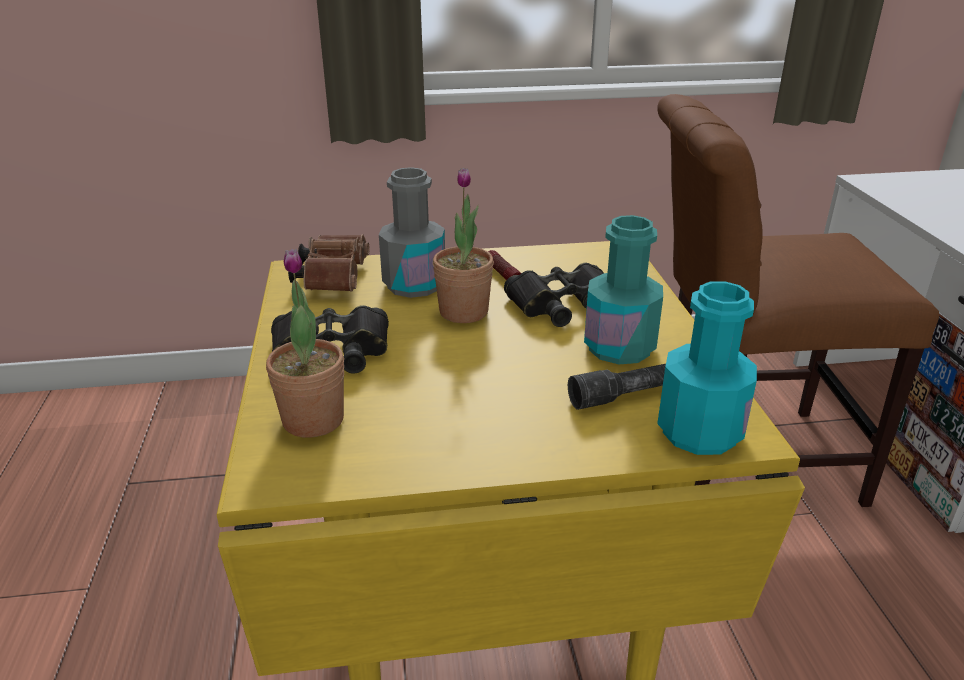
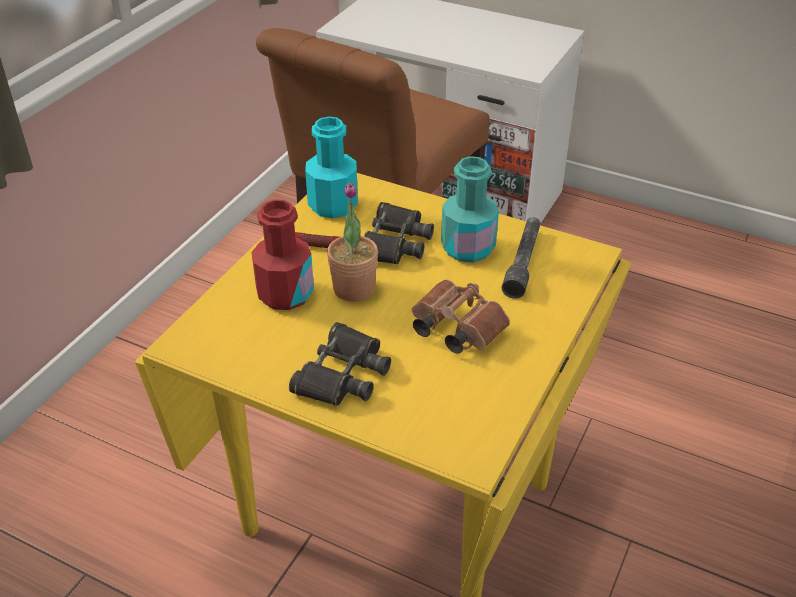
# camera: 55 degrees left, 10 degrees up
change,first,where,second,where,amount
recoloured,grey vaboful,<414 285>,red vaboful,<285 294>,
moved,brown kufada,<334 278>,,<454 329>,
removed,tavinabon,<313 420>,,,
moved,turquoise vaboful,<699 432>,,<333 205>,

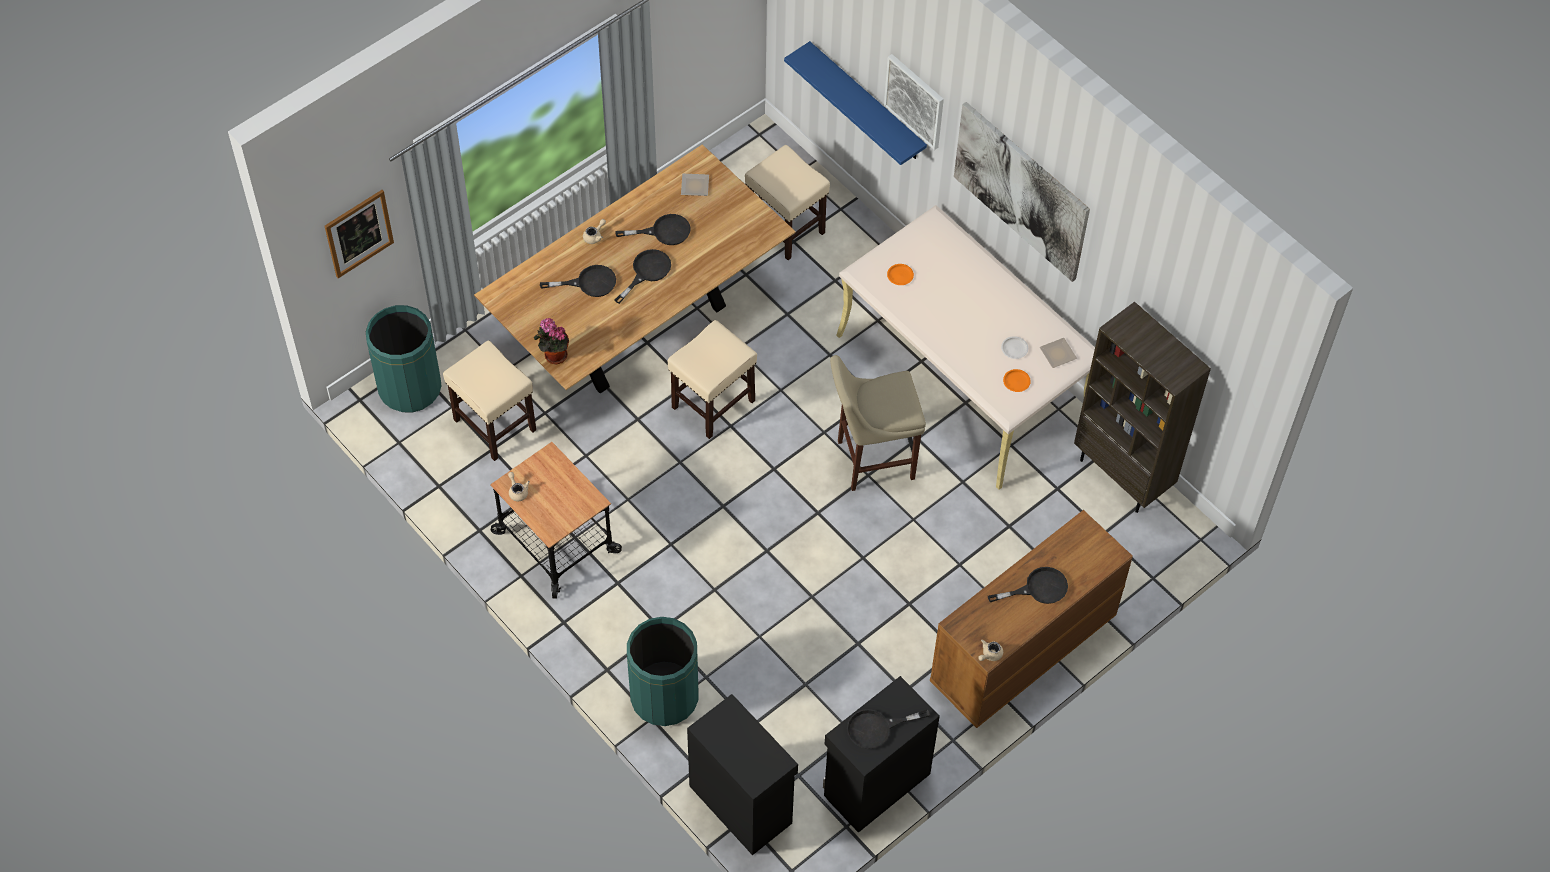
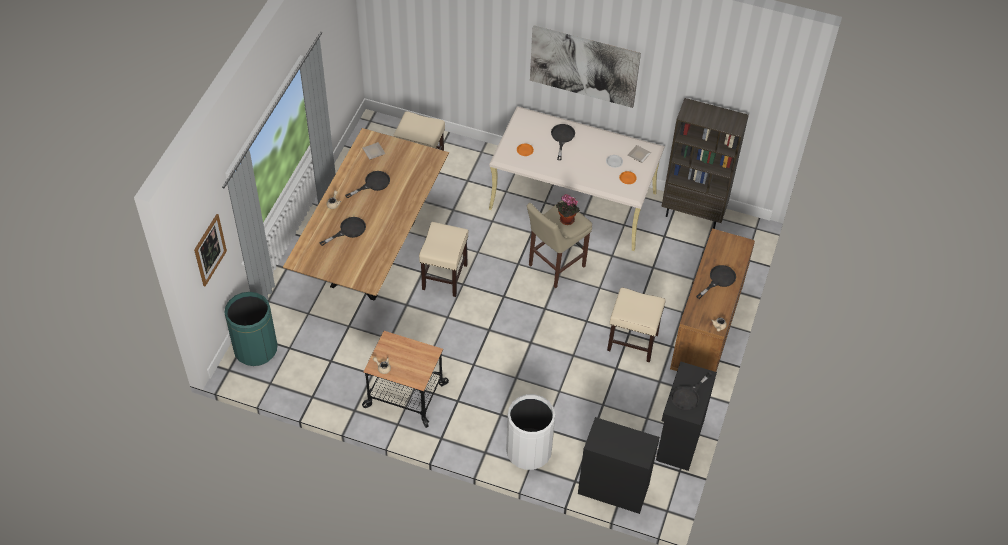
# camera: 30 degrees left, 5 degrees down
change,first,where,second,where,amount
removed,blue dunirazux,<866 103>,,,
removed,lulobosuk,<915 100>,,,
moved,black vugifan,<647 272>,,<562 138>,
moved,tavinabon,<553 355>,,<565 220>,
moved,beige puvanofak,<494 424>,,<632 342>,
recoloured,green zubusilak,<664 697>,white zubusilak,<528 451>,

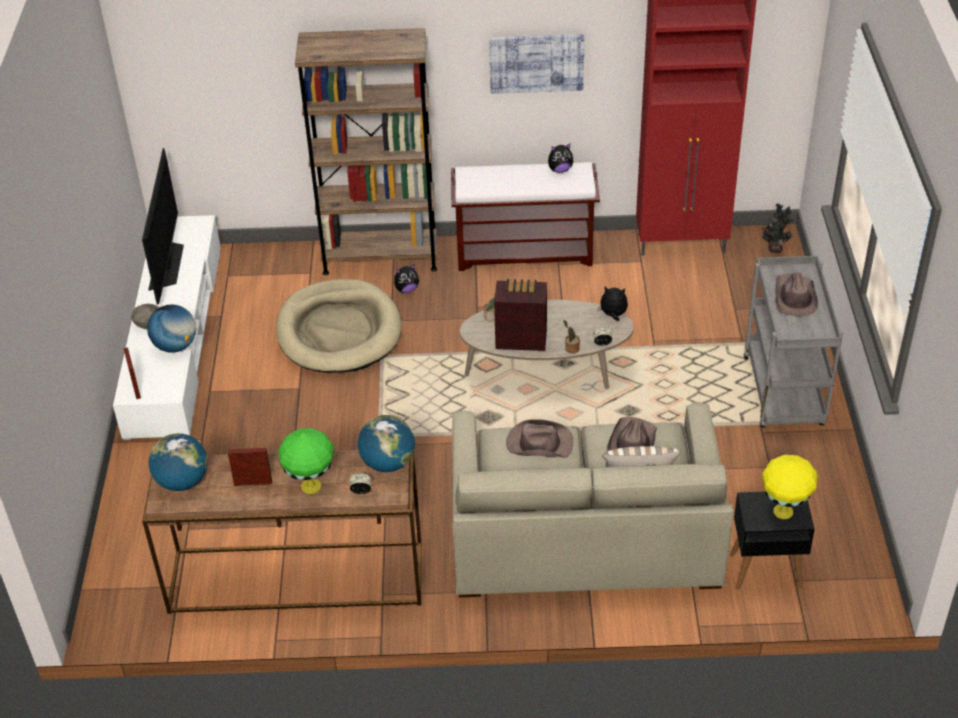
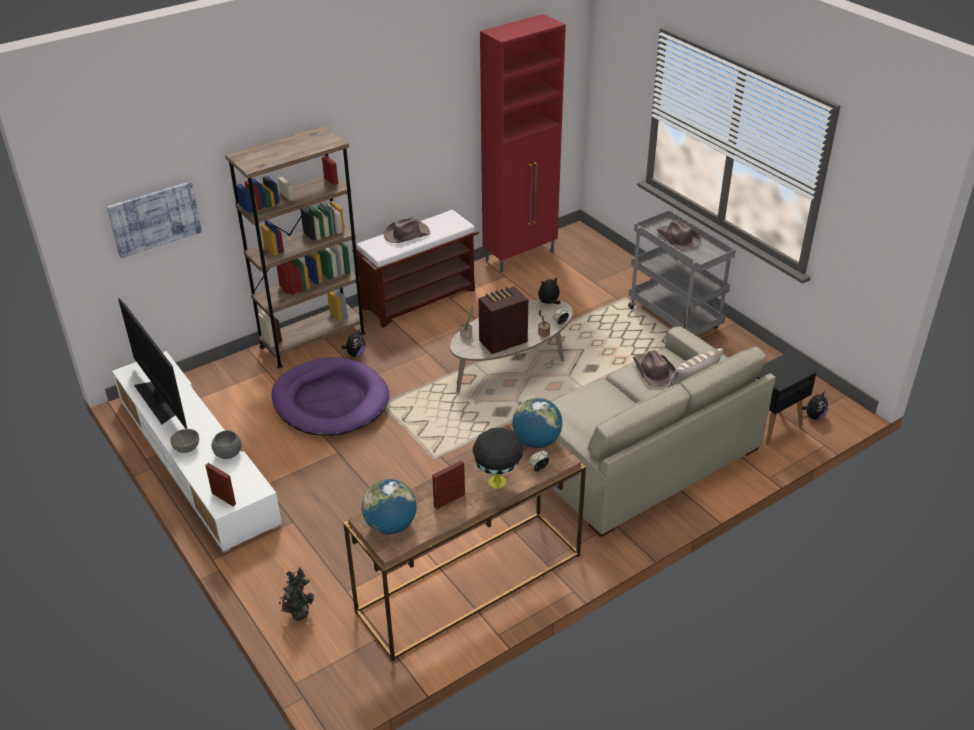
# camera: 35 degrees left, 5 degrees down
change,first,where,second,where,amount
moved,lulobosuk,<536 62>,,<155 218>,
moved,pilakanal,<560 170>,,<813 416>,
moved,tavinabon,<774 248>,,<299 613>,
recoloured,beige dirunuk,<339 331>,purple dirunuk,<330 401>,
replaced,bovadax,<175 346>,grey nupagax,<228 454>,
moved,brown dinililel,<539 443>,,<406 234>,
recoloured,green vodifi,<311 487>,black vodifi,<498 483>,
removed,yellow vodifi,<784 512>,,,

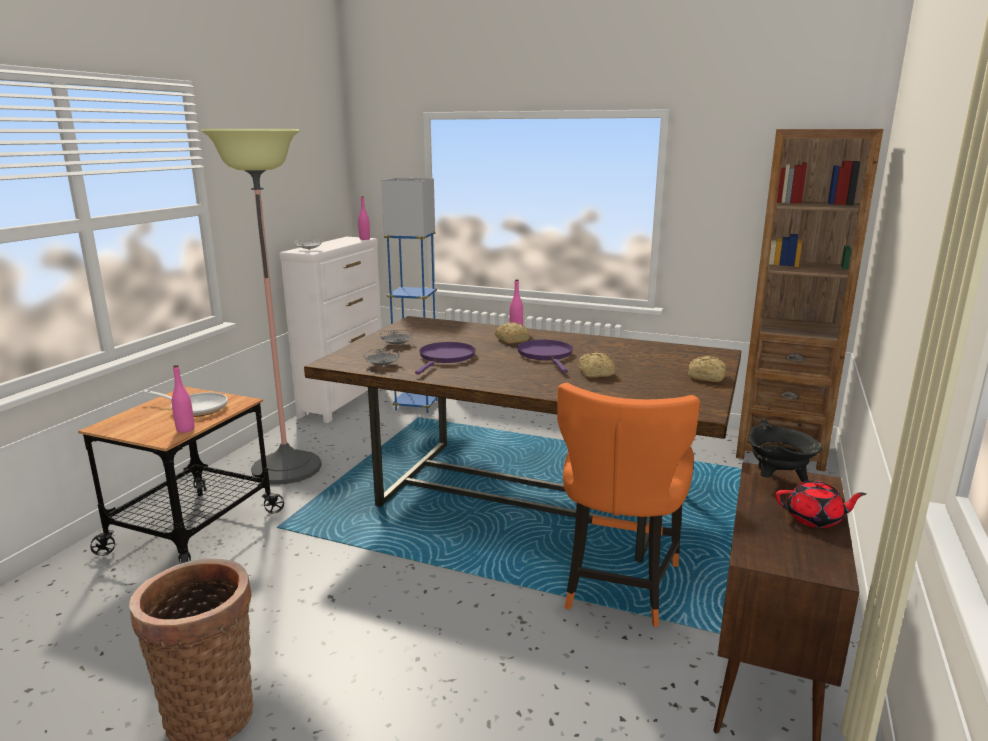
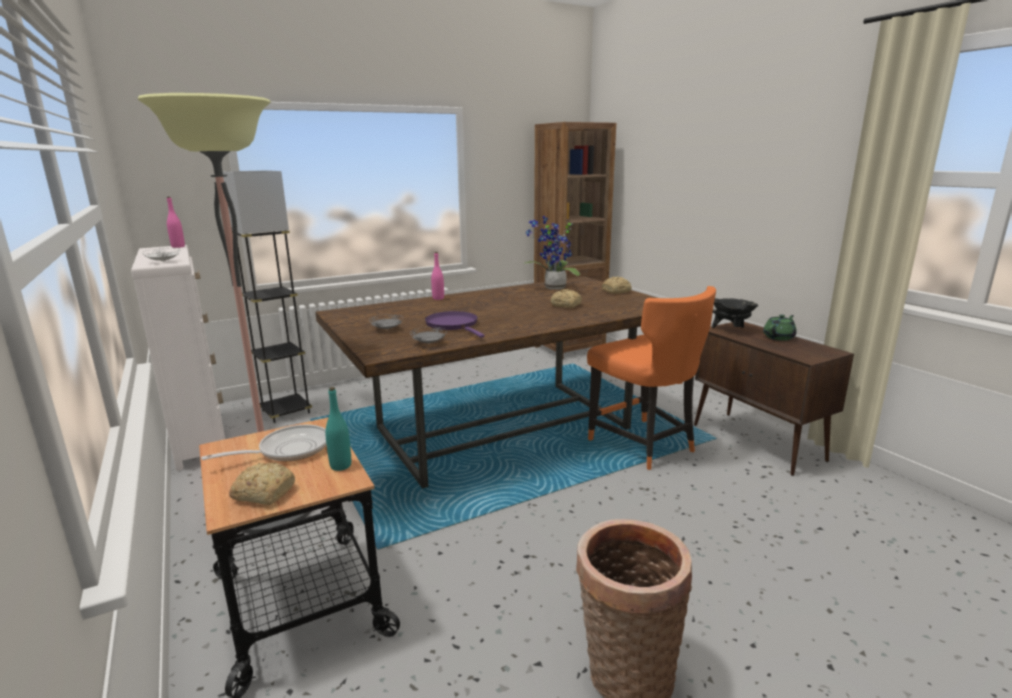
# camera: 50 degrees left, 0 degrees up
change,first,where,second,where,amount
recoloured,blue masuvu,<416 405>,grey masuvu,<286 412>,
moved,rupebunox,<512 340>,,<263 493>,
removed,purple vugifan,<546 355>,,,
recoloured,pink vaboful,<185 429>,turquoise vaboful,<340 466>,
recoloured,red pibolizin,<815 519>,green pibolizin,<779 337>,
added,,,tavinabon,<553 288>,

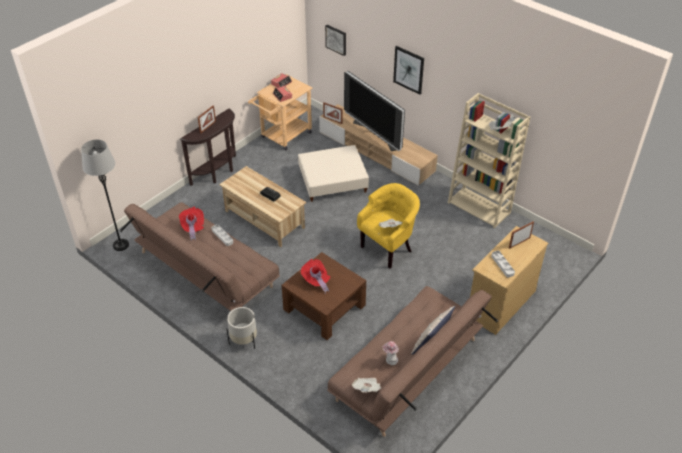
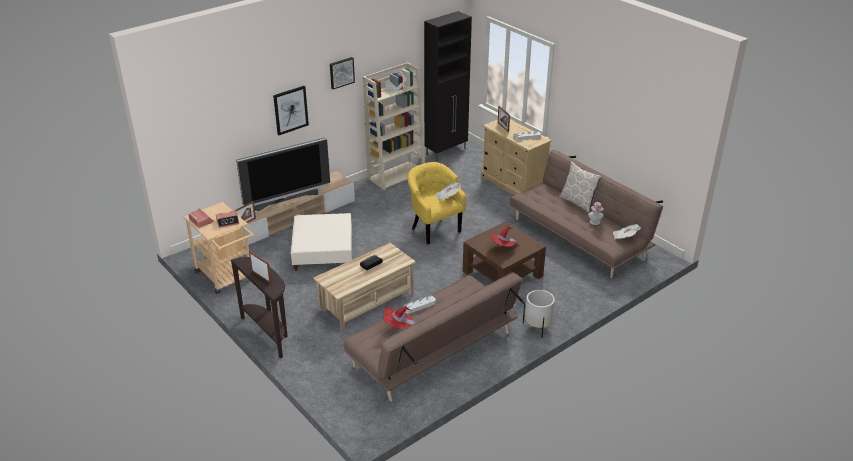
# camera: 80 degrees left, 10 degrees down
change,first,where,second,where,amount
moved,lulobosuk,<336 39>,,<341 72>,
removed,grey masuvu,<121 245>,,,
added,,,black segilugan,<446 151>,

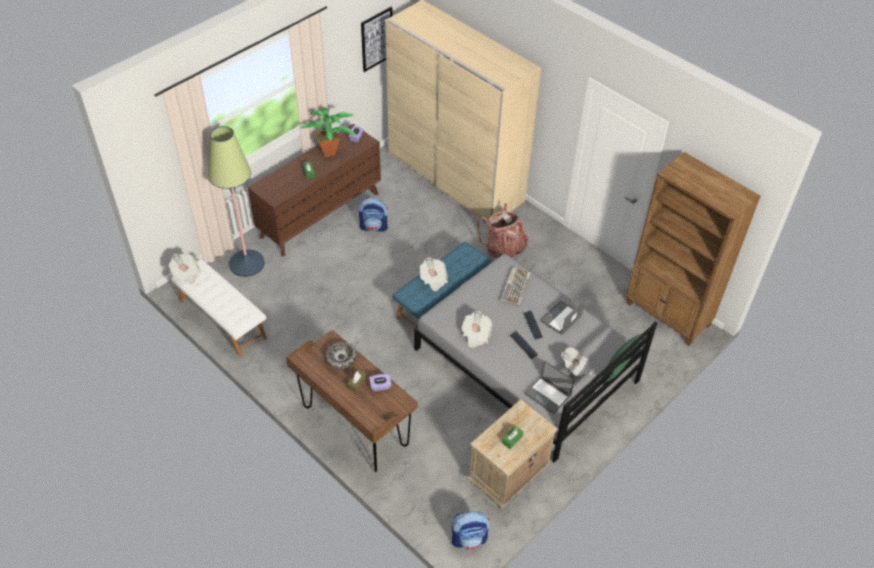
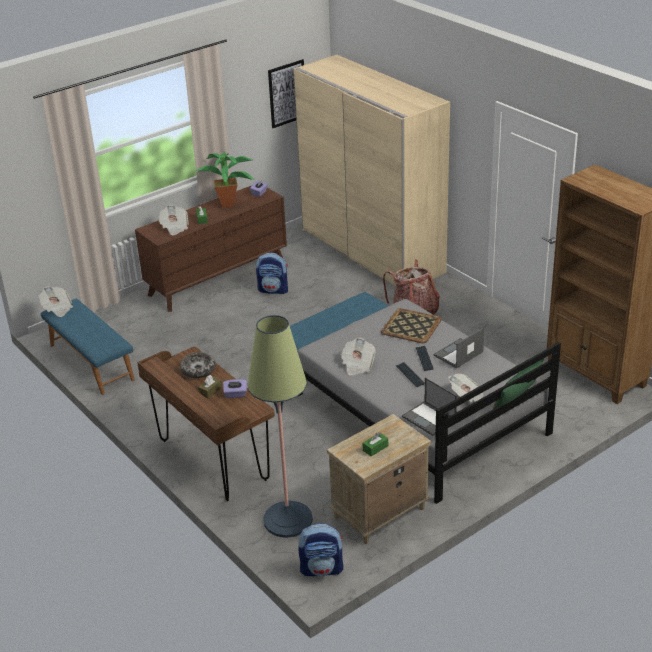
# camera: 10 degrees right, 15 degrees down
change,first,where,second,where,amount
moved,masuvu,<247 263>,,<288 520>,
moved,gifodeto,<433 279>,,<174 227>,
recoloured,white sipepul,<222 320>,blue sipepul,<91 362>,
replaced,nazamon,<515 287>,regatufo,<411 326>,

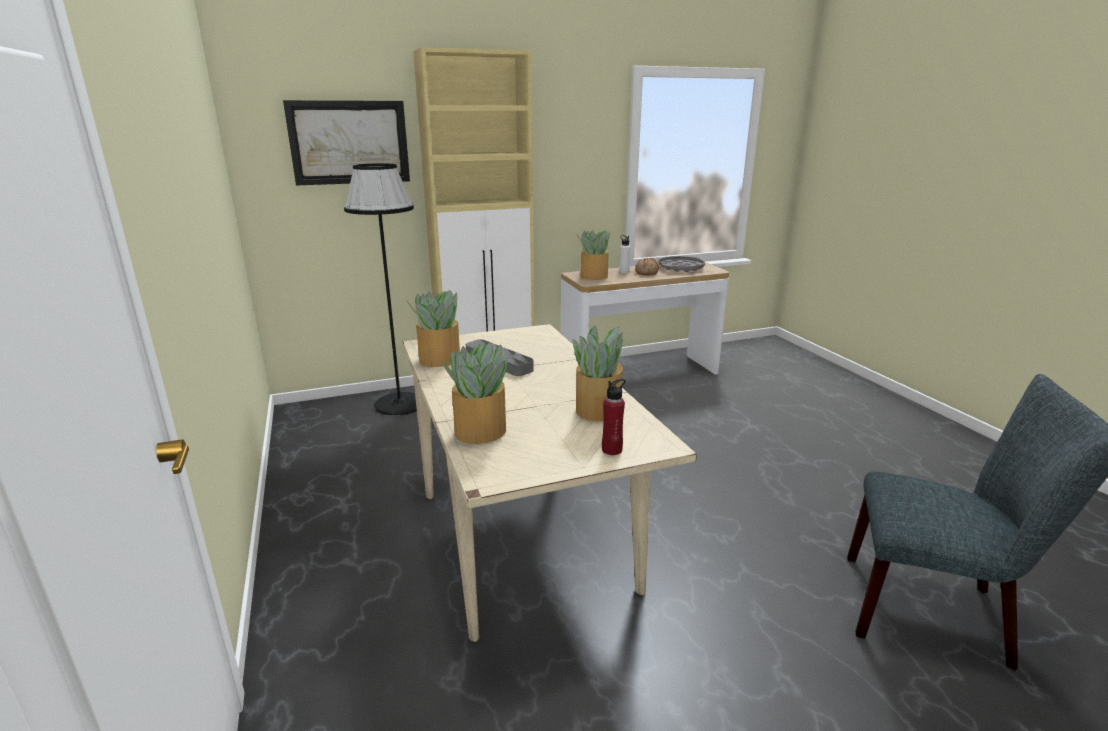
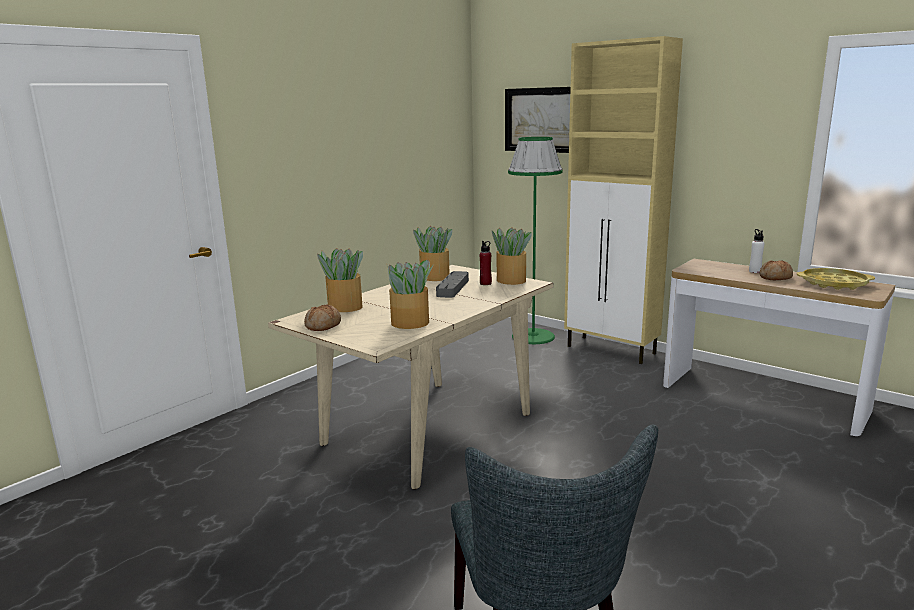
# camera: 60 degrees right, 5 degrees down
change,first,where,second,where,amount
recoloured,black masuvu,<399 404>,green masuvu,<533 336>,
moved,tavinabon,<593 276>,,<511 280>,
recoloured,grey regatufo,<681 268>,yellow regatufo,<834 284>,
moved,red vaboful,<612 450>,,<485 283>,
added,,,rupebunox,<323 326>,

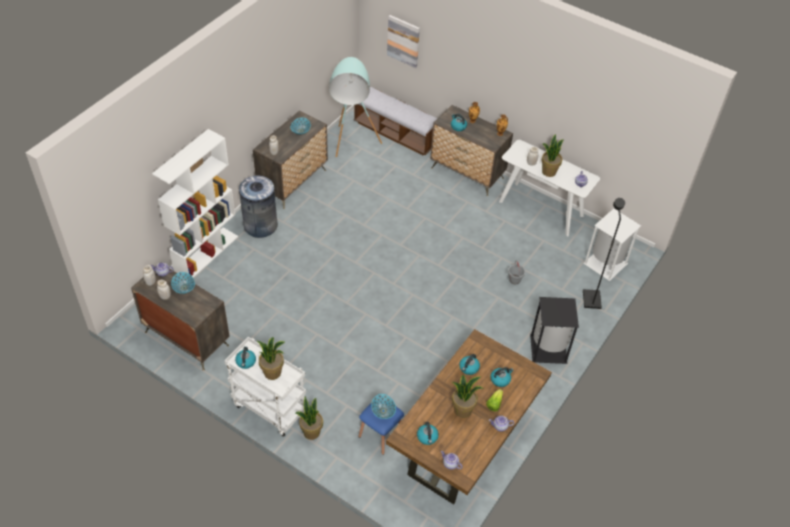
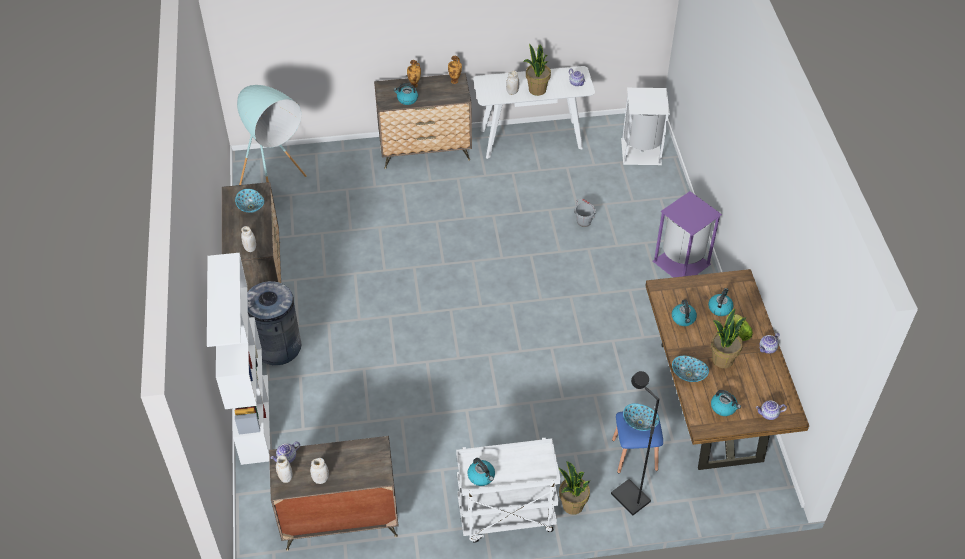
# camera: 40 degrees left, 0 degrees up
change,first,where,second,where,amount
removed,lulobosuk,<403 41>,,,
removed,sipepul,<396 133>,,,
moved,black masuvu,<591 299>,,<629 498>,
moved,nupagax,<184 287>,,<688 374>,
recoloured,black zubusilak,<549 349>,purple zubusilak,<682 263>,
removed,tavinabon,<272 372>,,,

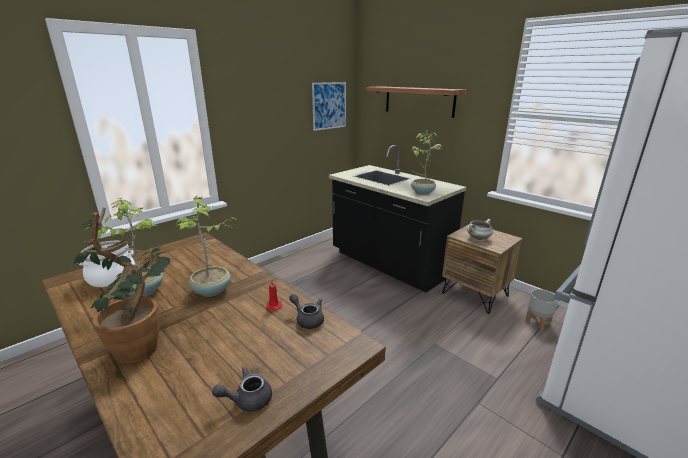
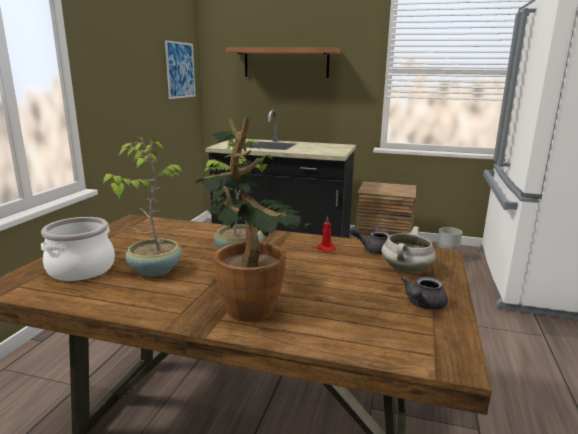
# camera: 30 degrees left, 5 degrees down
change,first,where,second,where,amount
removed,tavinabon,<422 192>,,,
moved,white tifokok,<478 238>,,<406 271>,

